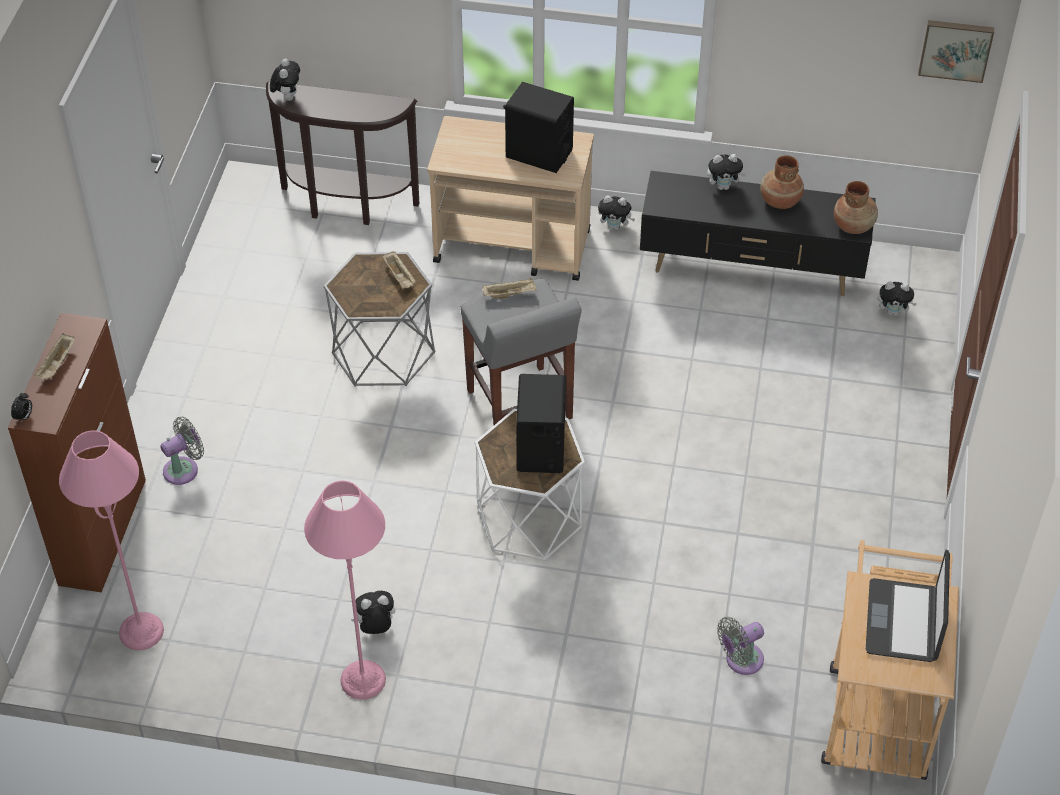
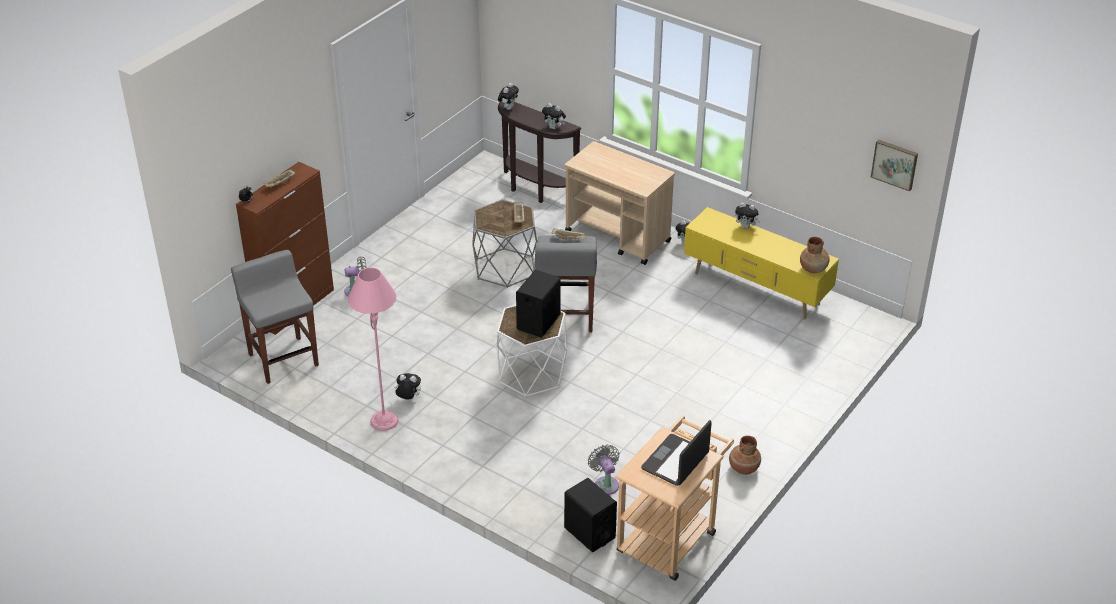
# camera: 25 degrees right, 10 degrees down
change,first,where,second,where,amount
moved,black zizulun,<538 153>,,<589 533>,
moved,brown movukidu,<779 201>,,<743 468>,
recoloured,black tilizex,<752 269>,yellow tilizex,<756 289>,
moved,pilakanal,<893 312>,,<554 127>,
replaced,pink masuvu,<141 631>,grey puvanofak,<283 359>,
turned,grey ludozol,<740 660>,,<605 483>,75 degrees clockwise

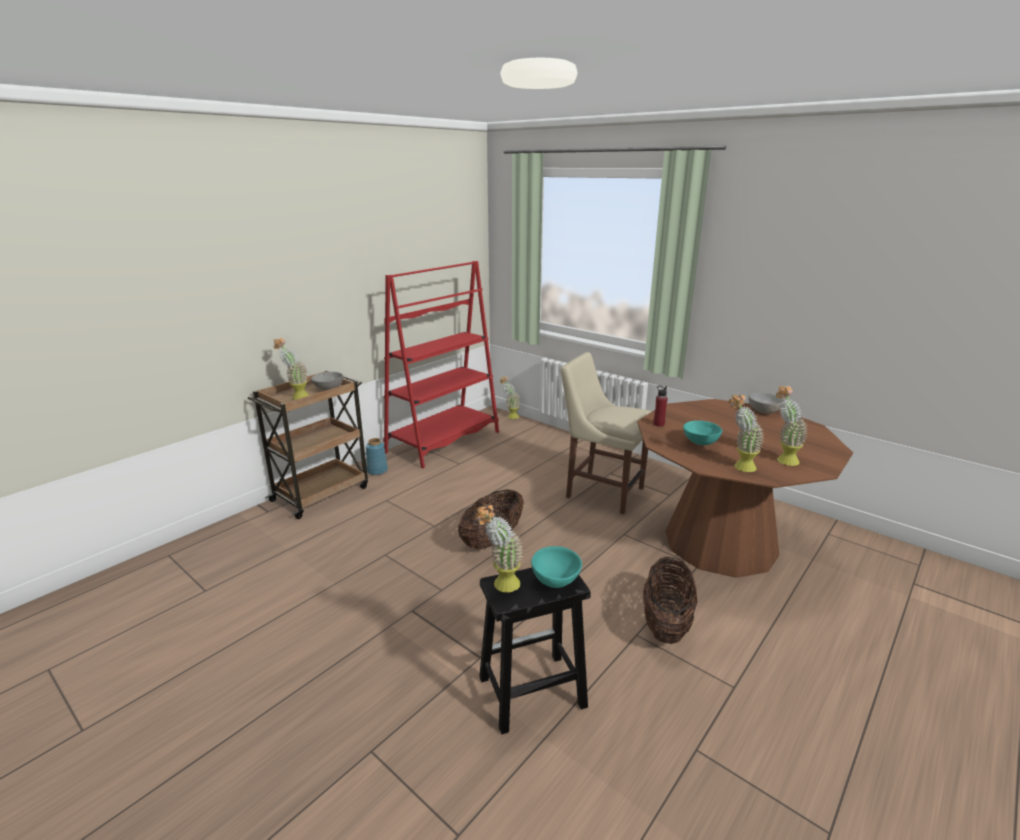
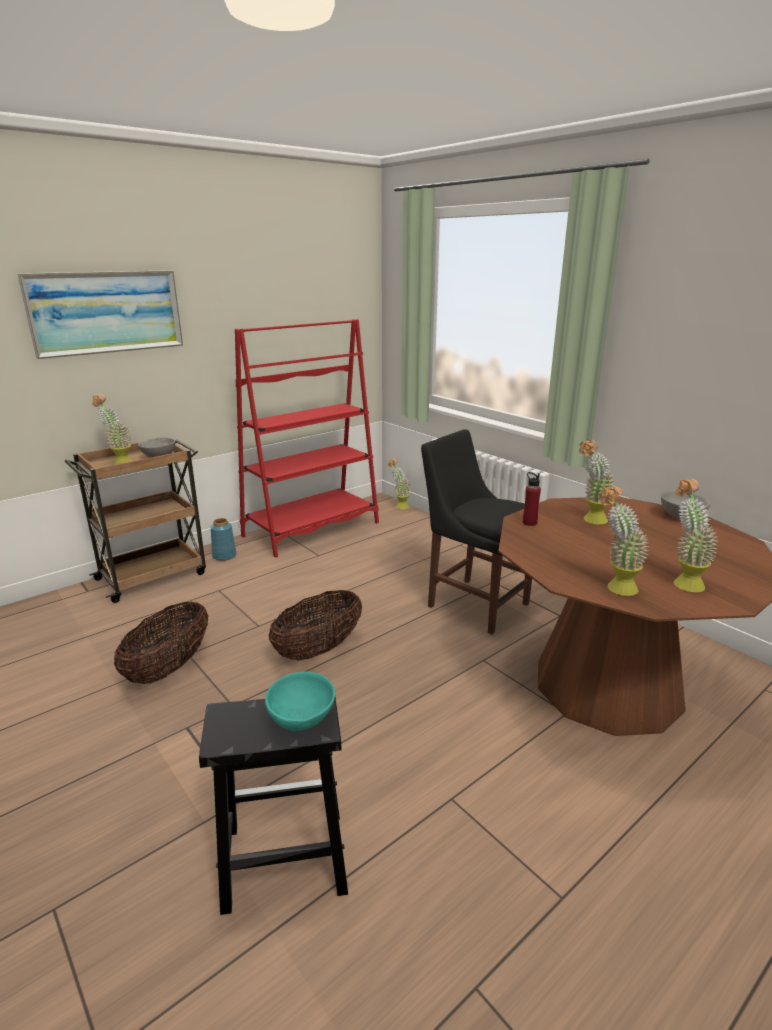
# camera: 10 degrees right, 0 degrees up
change,first,where,second,where,amount
recoloured,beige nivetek,<601 491>,black nivetek,<474 603>,
removed,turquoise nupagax,<700 443>,,,
moved,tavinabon,<500 586>,,<590 520>,
moved,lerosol,<666 623>,,<169 668>,
added,,,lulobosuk,<106 312>,

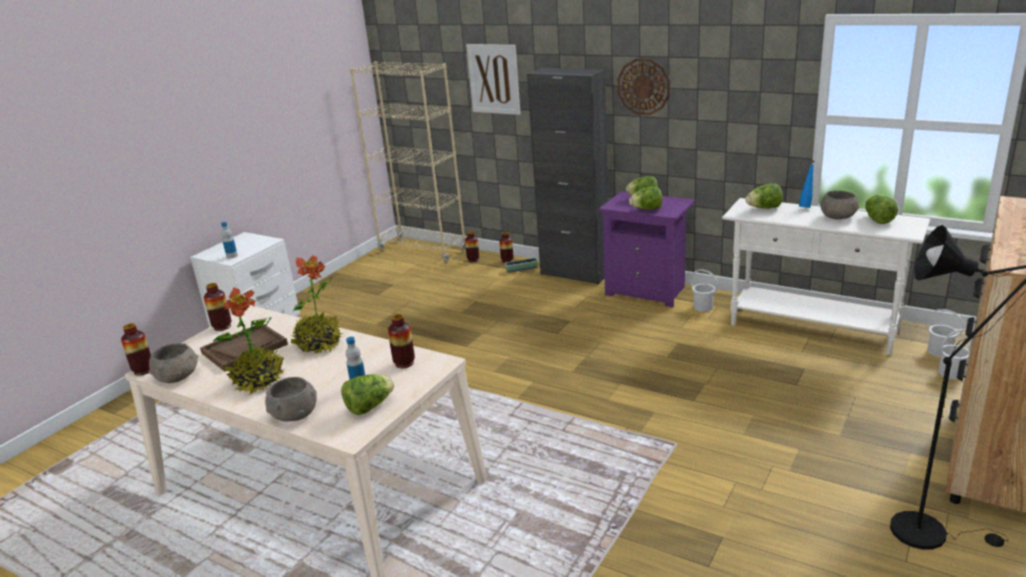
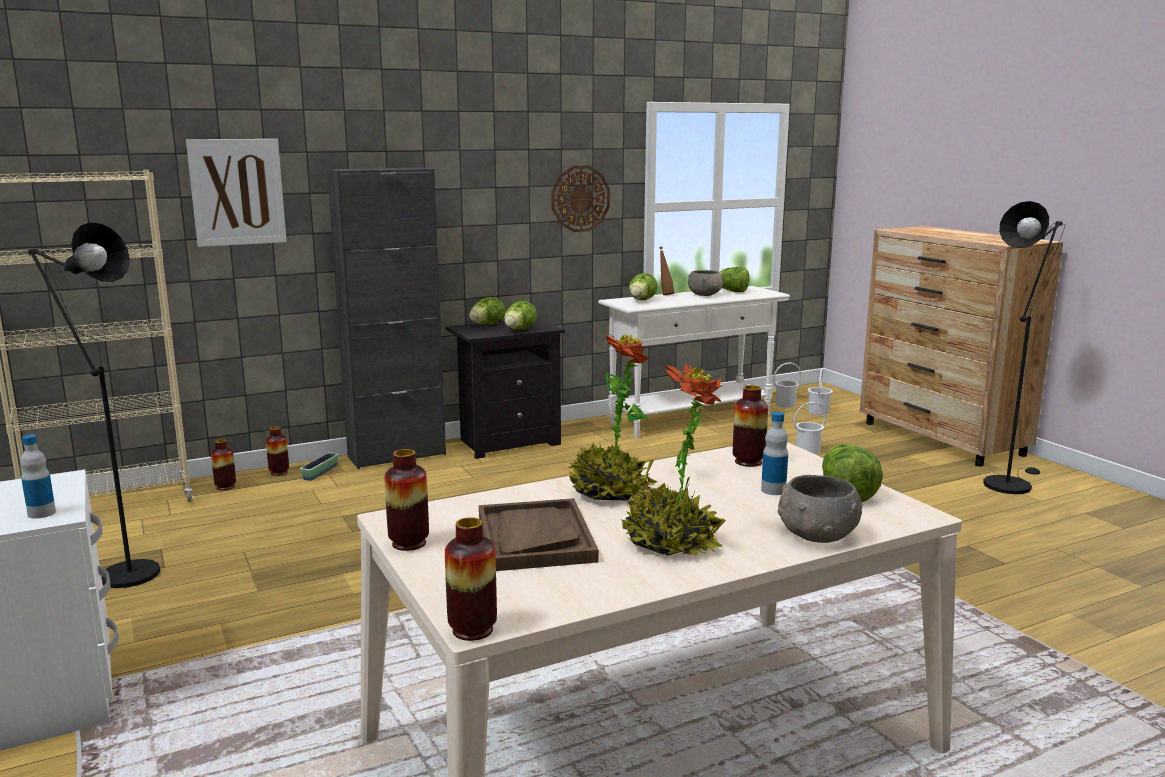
# camera: 60 degrees left, 10 degrees down
change,first,where,second,where,amount
moved,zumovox,<643 86>,,<580 198>,
recoloured,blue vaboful,<806 207>,brown vaboful,<665 294>,
recoloured,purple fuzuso,<648 291>,black fuzuso,<507 442>,
moved,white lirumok,<703 306>,,<807 450>,
removed,grey nupagax,<178 377>,,,
added,,,black masuvu,<120 574>,

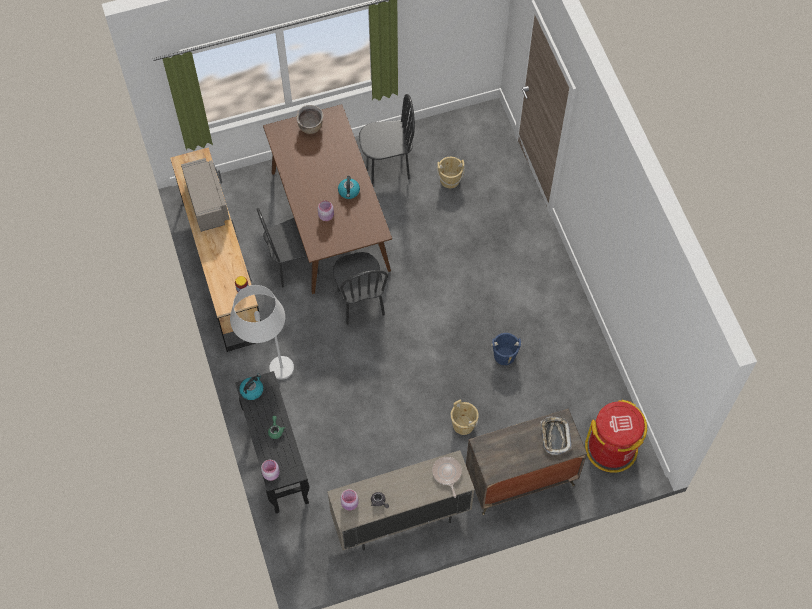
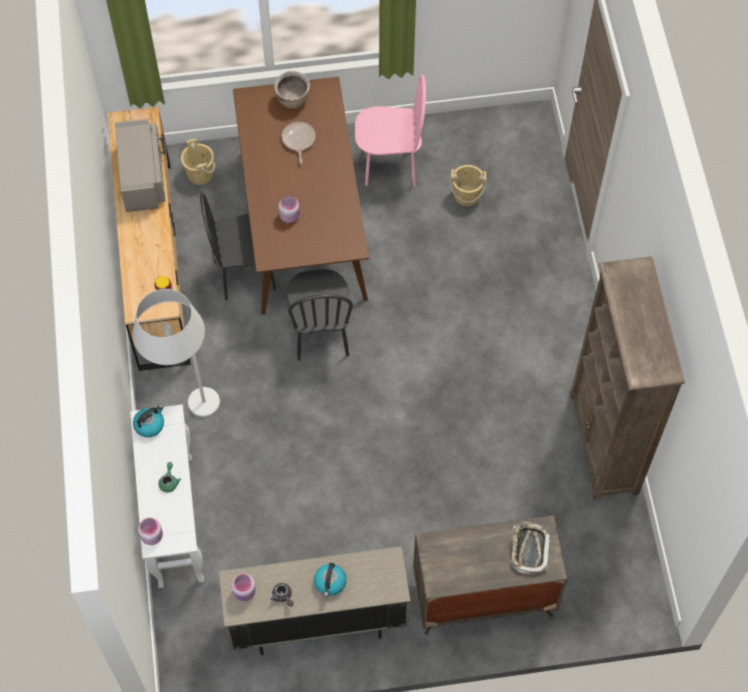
# camera: 10 degrees right, 0 degrees up
change,first,where,second,where,amount
recoloured,black nivetek,<387 166>,pink nivetek,<390 166>,
moved,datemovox,<349 191>,,<330 583>,
removed,blue lirumok,<504 355>,,,
recoloured,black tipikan,<277 460>,white tipikan,<175 520>,
moved,beige lirumok,<463 424>,,<200 174>,
removed,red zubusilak,<612 448>,,,
moved,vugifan,<447 473>,,<298 140>,
added,,,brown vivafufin,<604 444>,

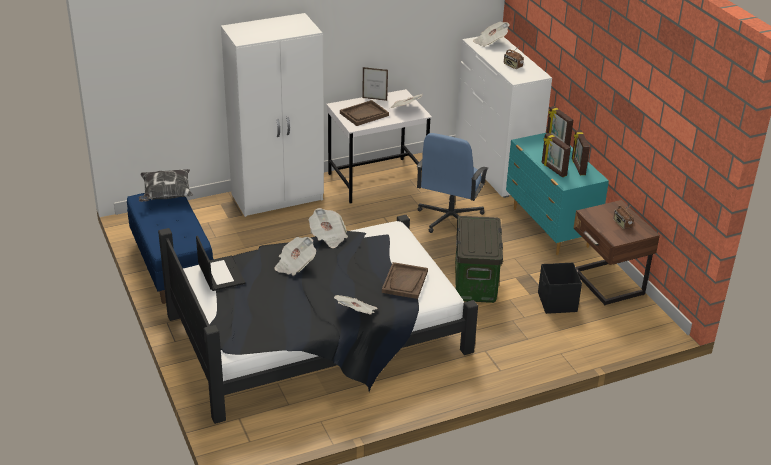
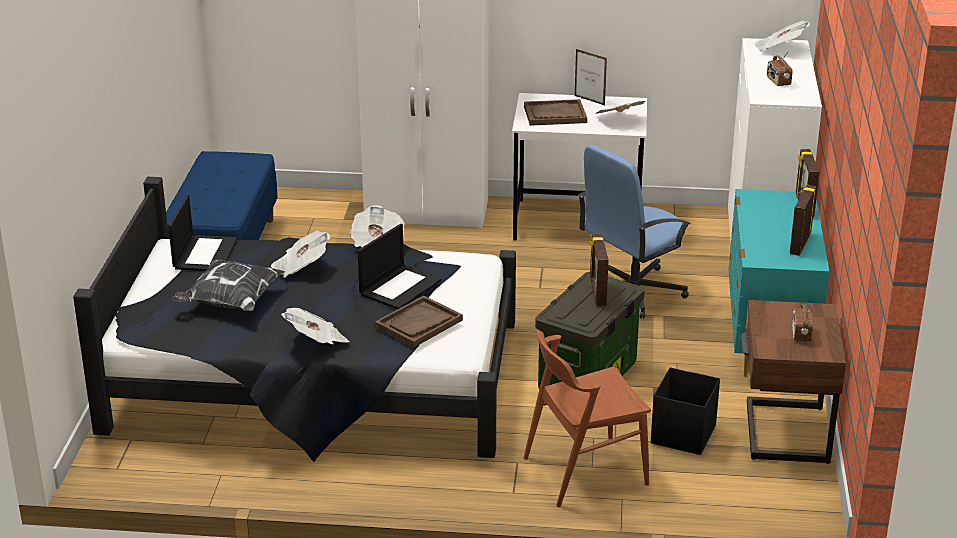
# camera: 30 degrees right, 5 degrees down
change,first,where,second,where,amount
moved,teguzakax,<553 169>,,<597 293>,
moved,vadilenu,<166 195>,,<230 302>,
added,,,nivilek,<400 287>,
added,,,brown nivetek,<584 471>,

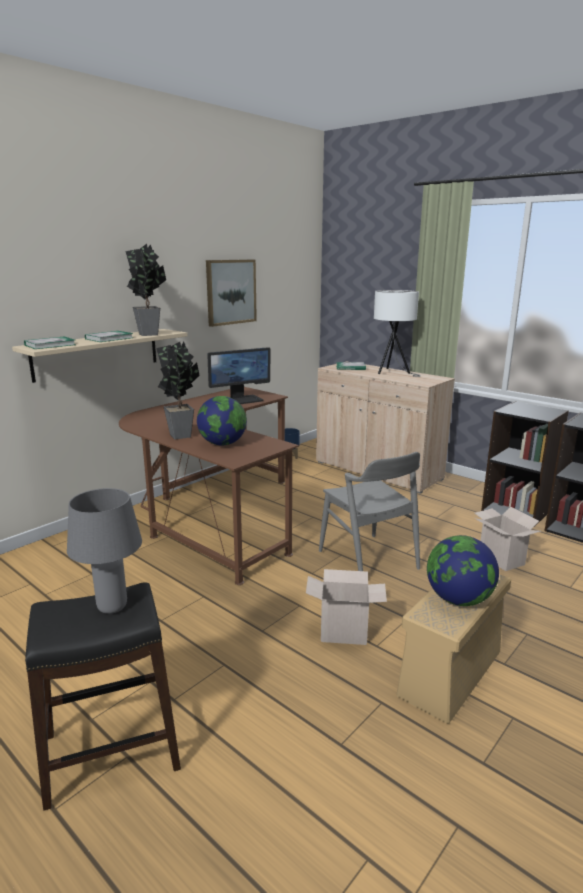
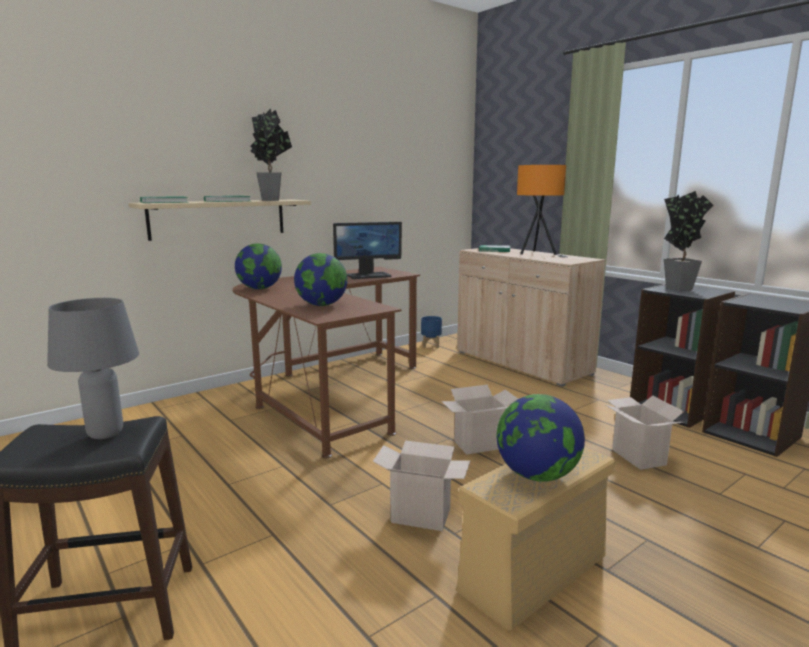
# camera: 10 degrees right, 5 degrees down
change,first,where,second,where,amount
removed,lulobosuk,<230 292>,,,
recoloured,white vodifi,<393 373>,orange vodifi,<538 254>,
moved,tavinabon,<181 434>,,<678 288>,
replaced,grey nivetek,<368 560>,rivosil,<478 445>,
added,,,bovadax,<259 289>,

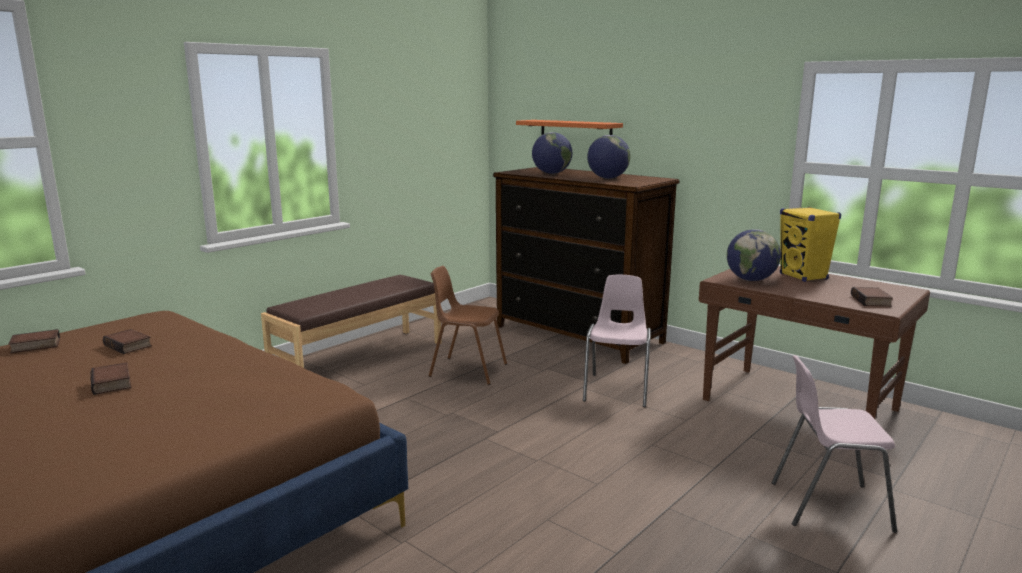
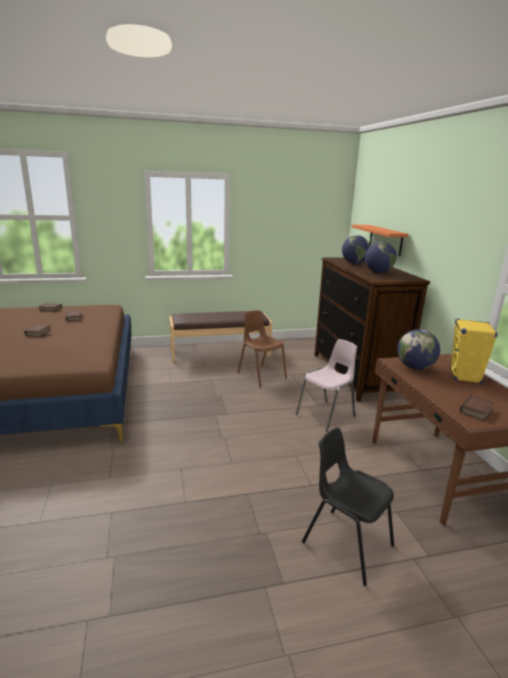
# camera: 35 degrees right, 5 degrees up
change,first,where,second,where,amount
recoloured,pink nivetek,<828 505>,black nivetek,<346 543>,

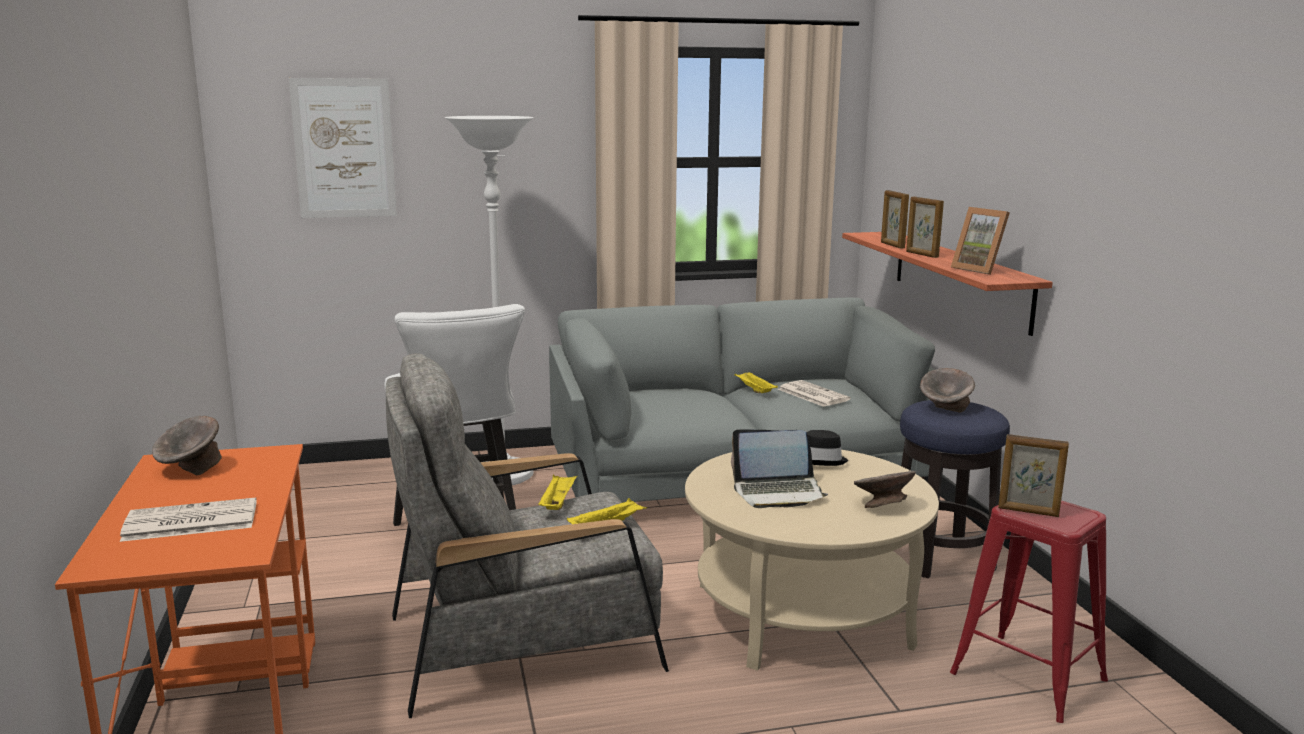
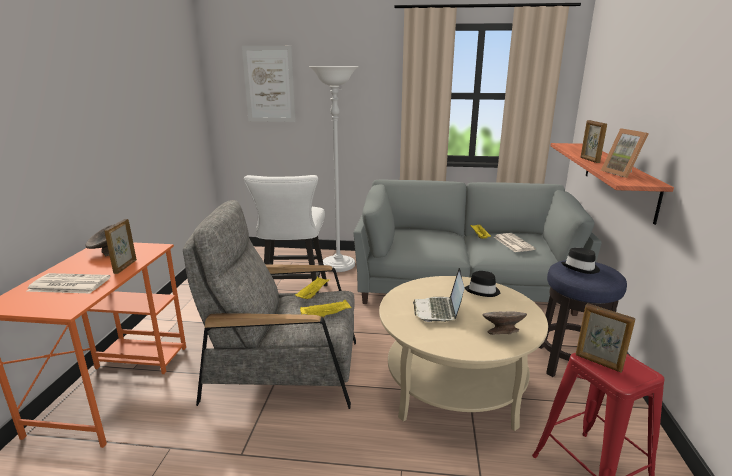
# camera: 20 degrees right, 5 degrees up
change,first,where,second,where,amount
moved,teguzakax,<892 245>,,<125 266>,
replaced,grey nupagax,<945 409>,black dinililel,<581 268>,
turned,nivilek,<778 492>,,<438 310>,75 degrees clockwise

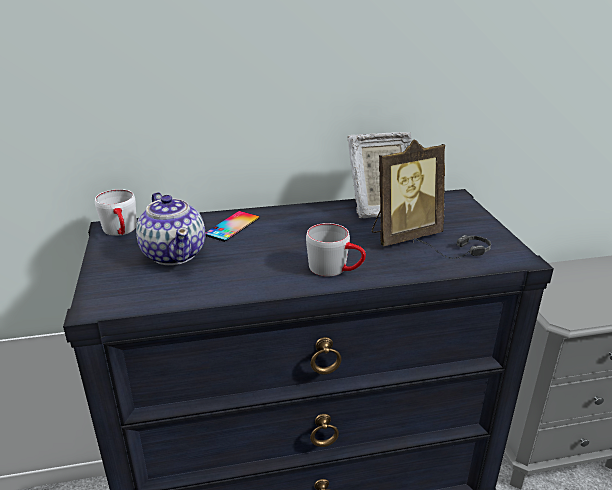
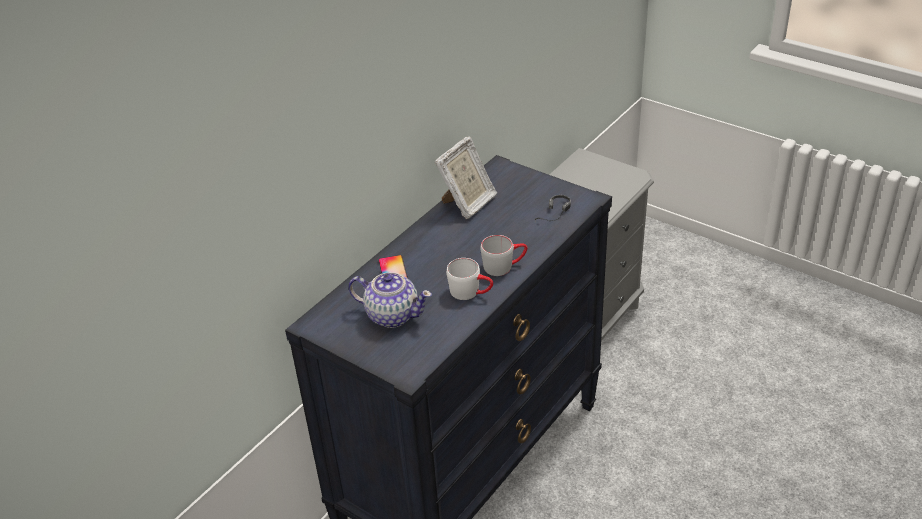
# camera: 40 degrees left, 10 degrees up
change,first,where,second,where,amount
removed,teguzakax,<403 235>,,,
moved,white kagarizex,<121 231>,,<471 292>,

